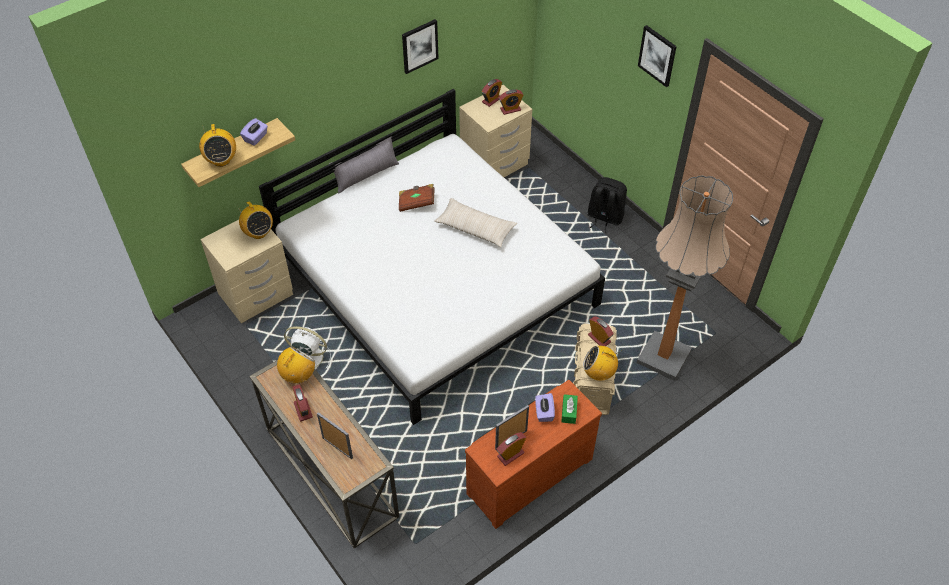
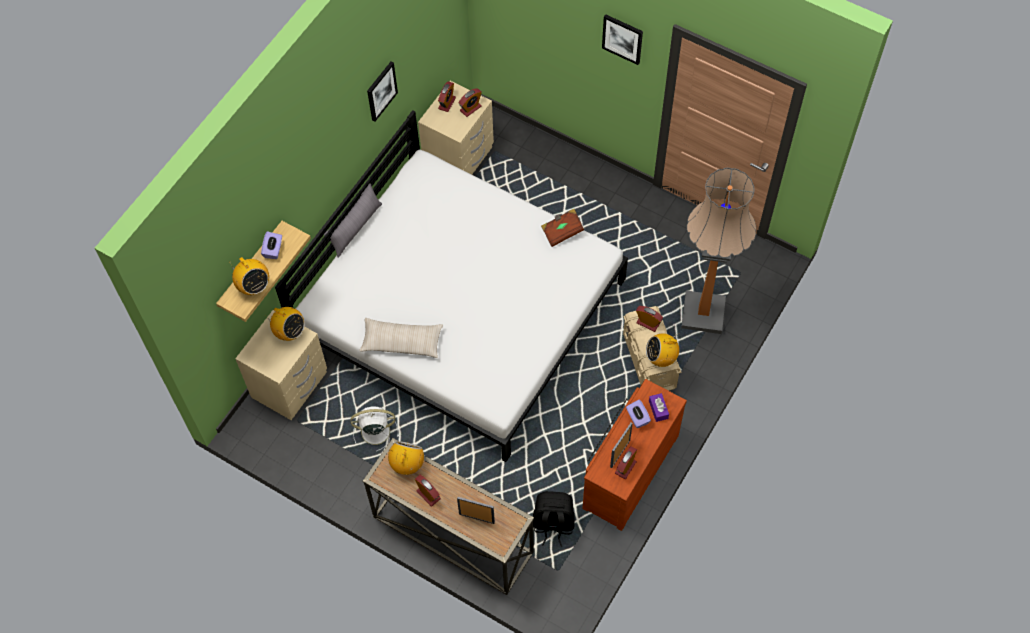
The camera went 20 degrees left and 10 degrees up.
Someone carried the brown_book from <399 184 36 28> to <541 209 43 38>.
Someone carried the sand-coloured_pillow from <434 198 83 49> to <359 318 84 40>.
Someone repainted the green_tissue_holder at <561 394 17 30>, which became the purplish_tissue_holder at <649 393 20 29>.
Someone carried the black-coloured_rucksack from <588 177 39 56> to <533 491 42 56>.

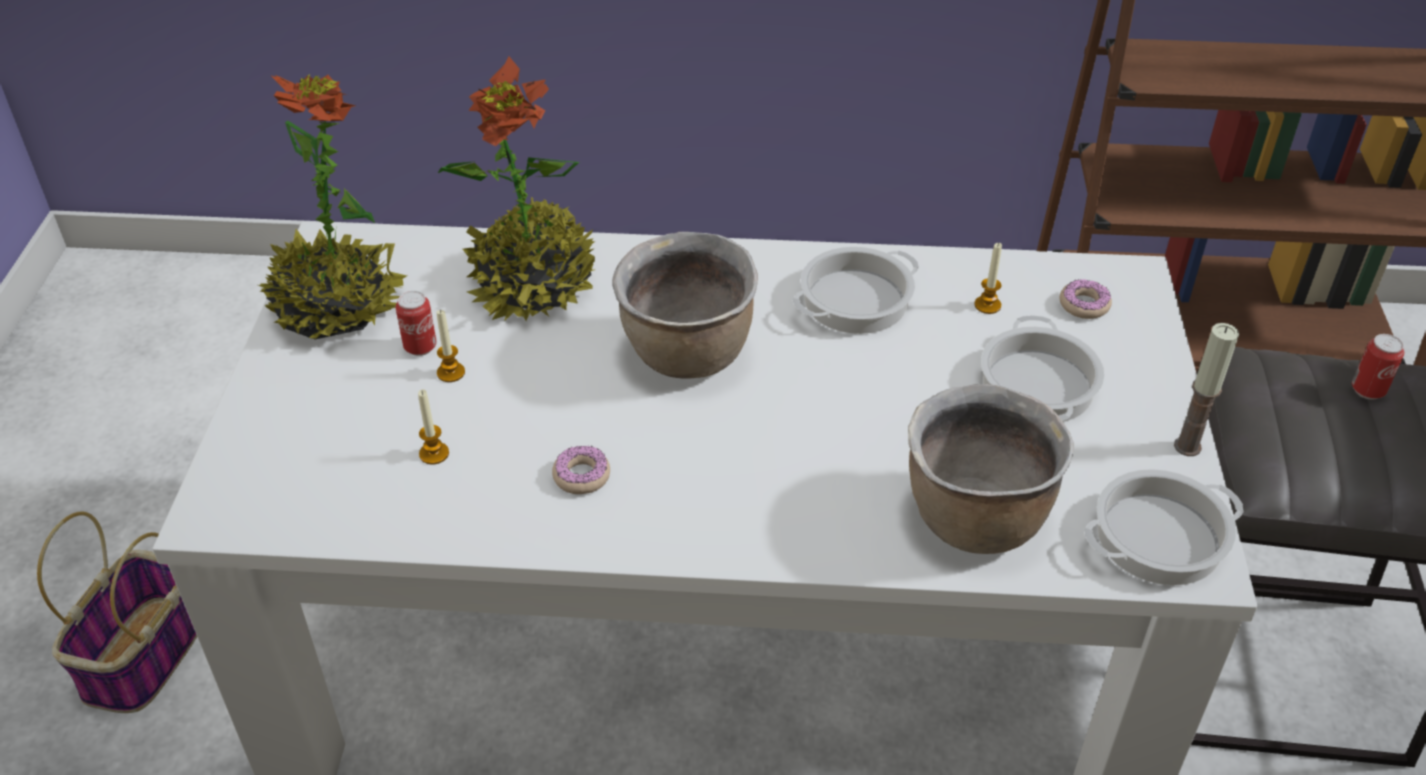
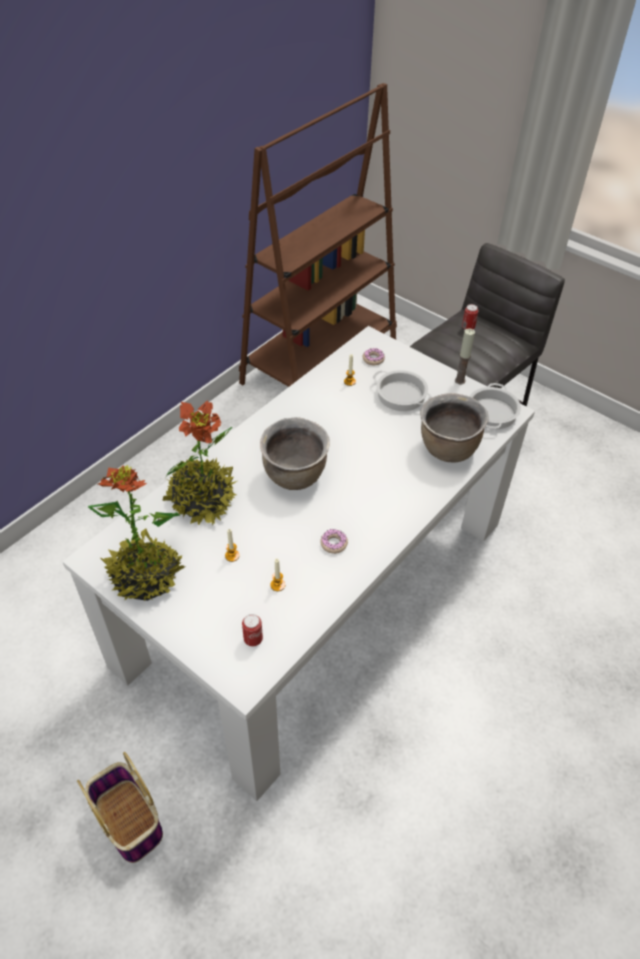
The camera went 55 degrees left and 5 degrees up.
Someone carried the sealed_can from <396 291 41 65> to <242 614 21 33>.
Someone took away the saucepot at <792 247 127 87>.

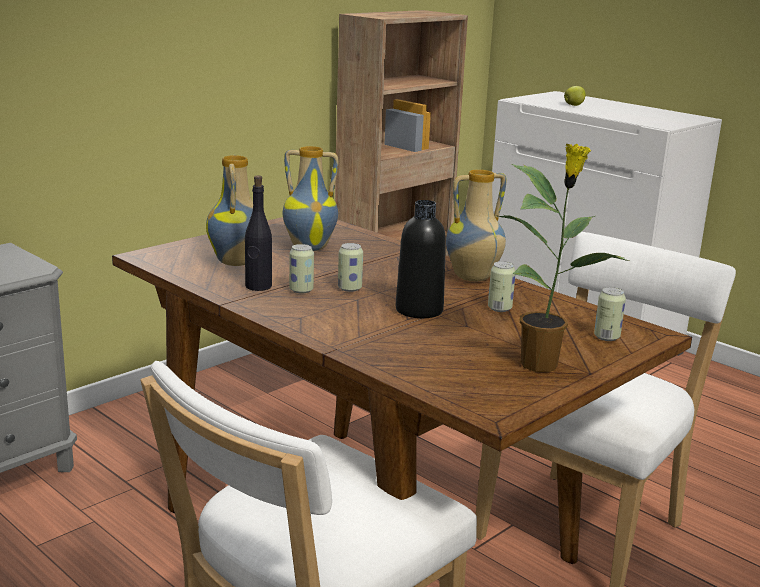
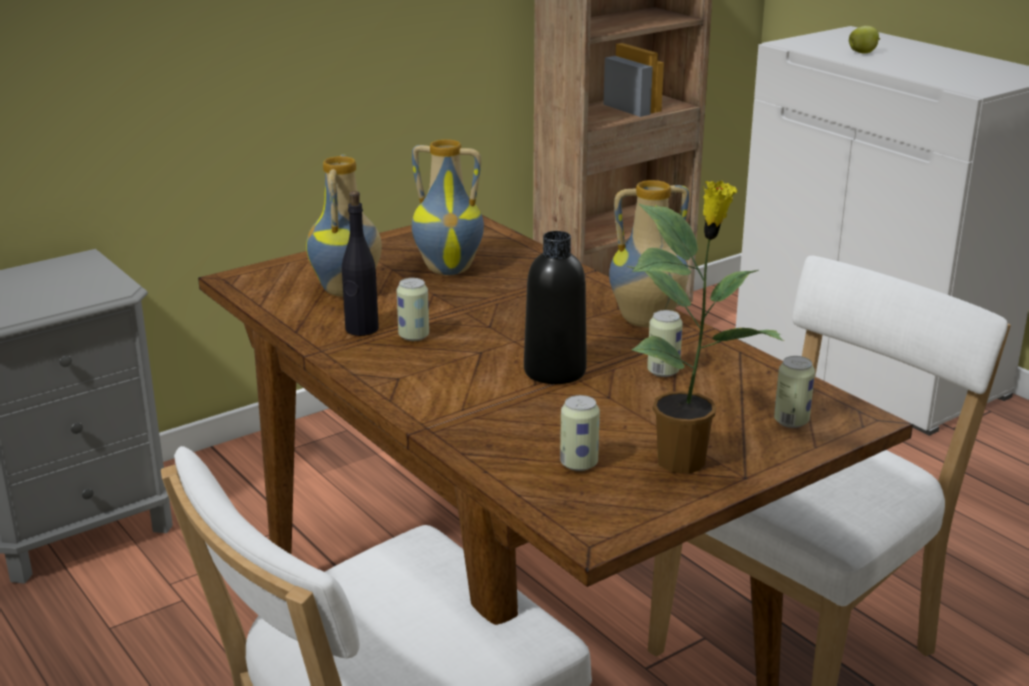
The camera went 10 degrees right and 5 degrees up.
Someone carried the sealed_can from <338 243 25 49> to <560 395 40 76>.

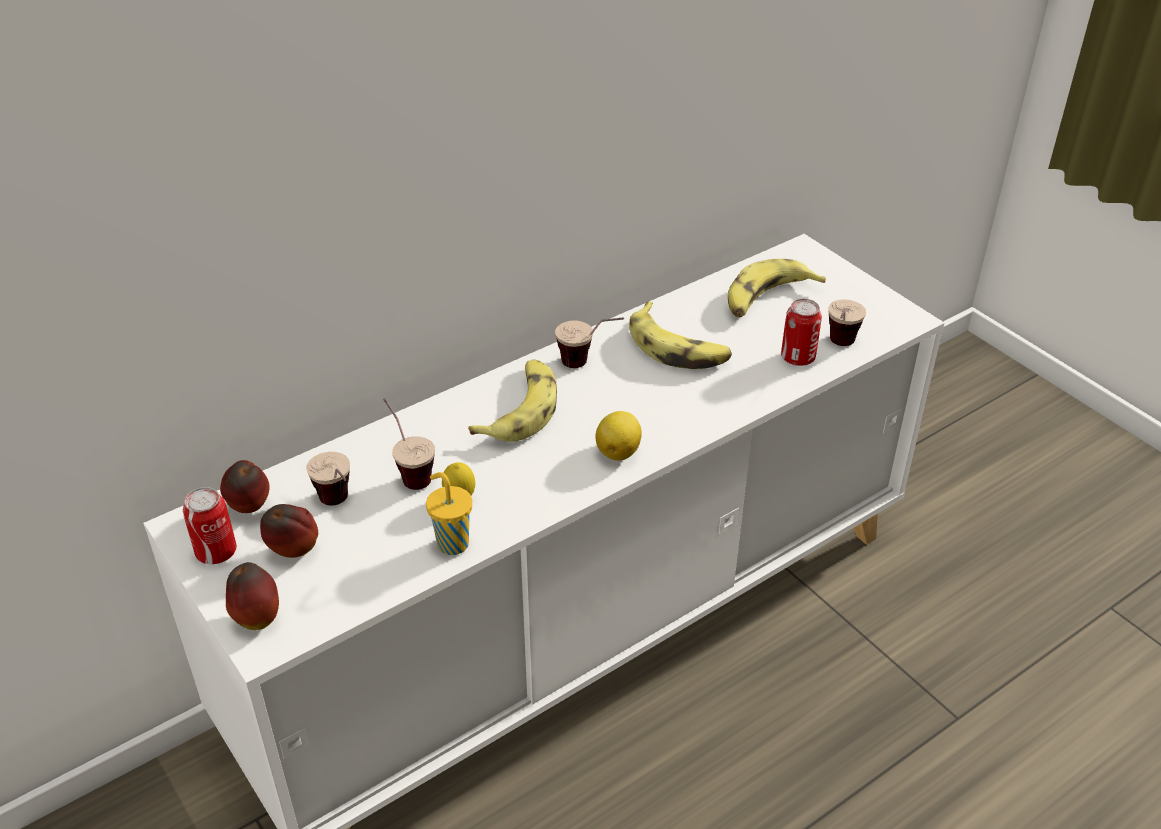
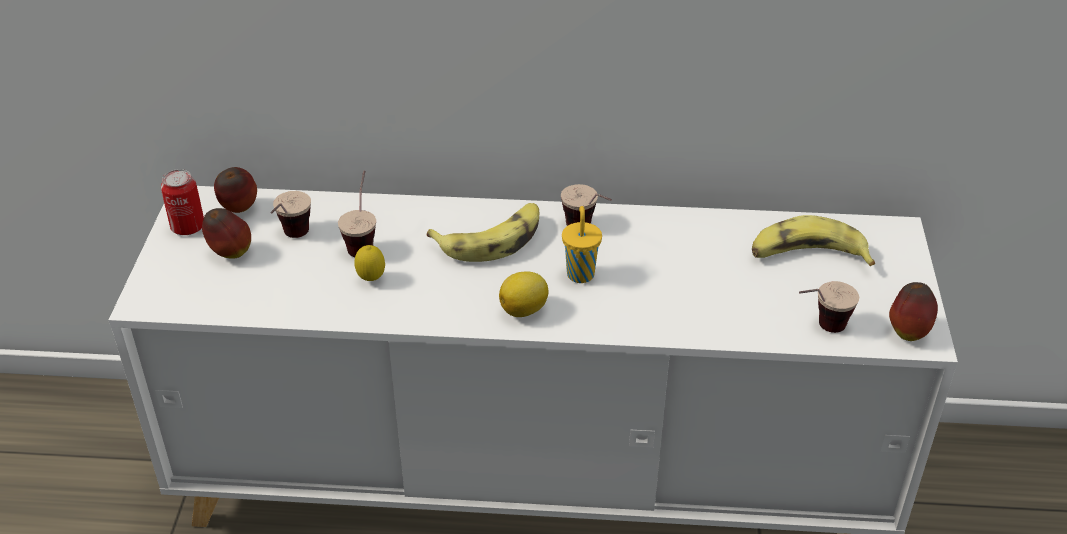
The camera went 40 degrees right and 0 degrees up.
Someone carried the apple_fruit from <226 562 53 68> to <889 282 49 59>.
Someone carried the yellowish_drinking_cup from <426 472 46 83> to <562 206 40 77>.
Someone took away the banana_fruit at <629 301 103 68>.
Someone took away the sealed_can at <781 299 41 67>.

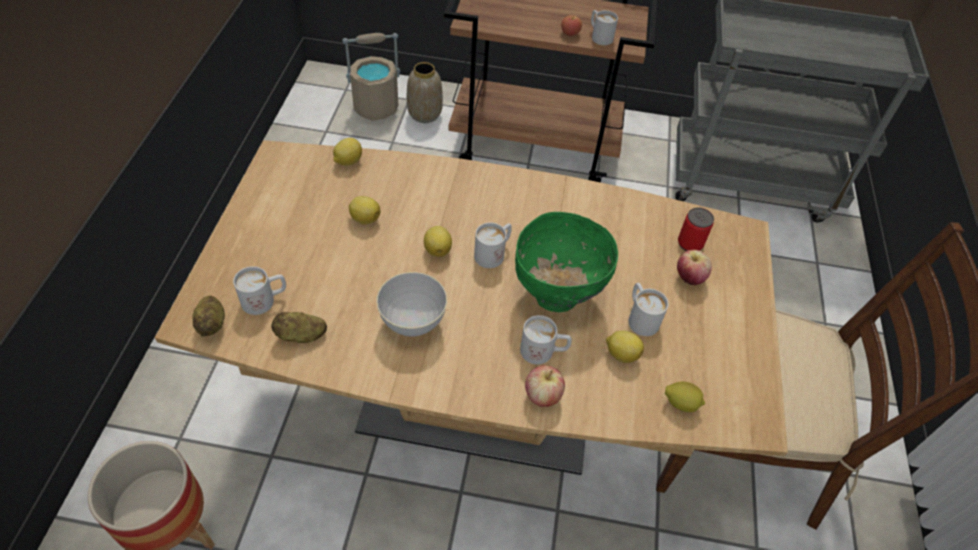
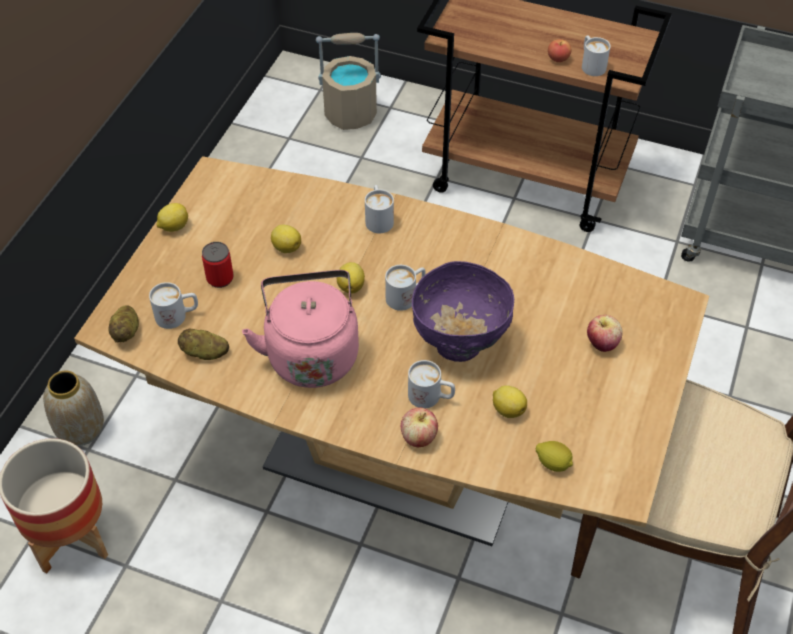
The camera went 15 degrees right and 0 degrees up.
Someone carried the lemon from <333 138 29 28> to <156 203 32 29>.
Someone swapped the grey_deep_dish at <376 272 71 64> for the pink_water_kettle at <242 270 117 118>.
Someone carried the vase from <407 62 36 61> to <43 370 61 76>.
Someone repainted the green_deep_dish at <515 212 103 100>, which became the purplish_deep_dish at <412 261 102 101>.
Someone carried the white_coffee_mug from <628 283 41 53> to <365 185 29 48>.
Someone carried the sealed_can from <678 207 36 44> to <202 242 31 46>.

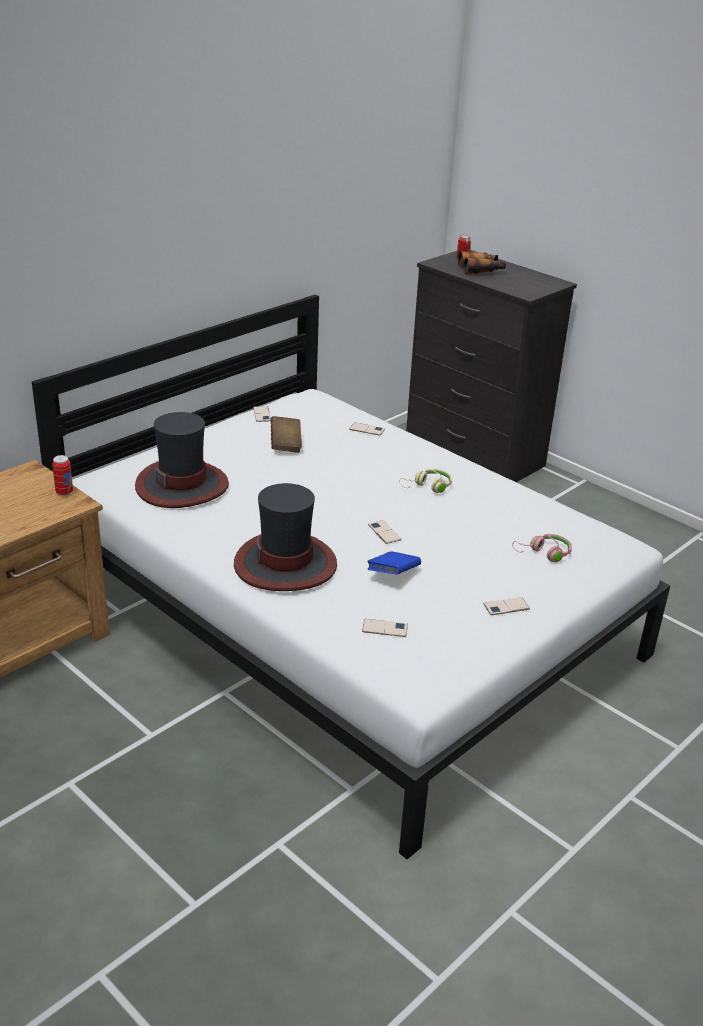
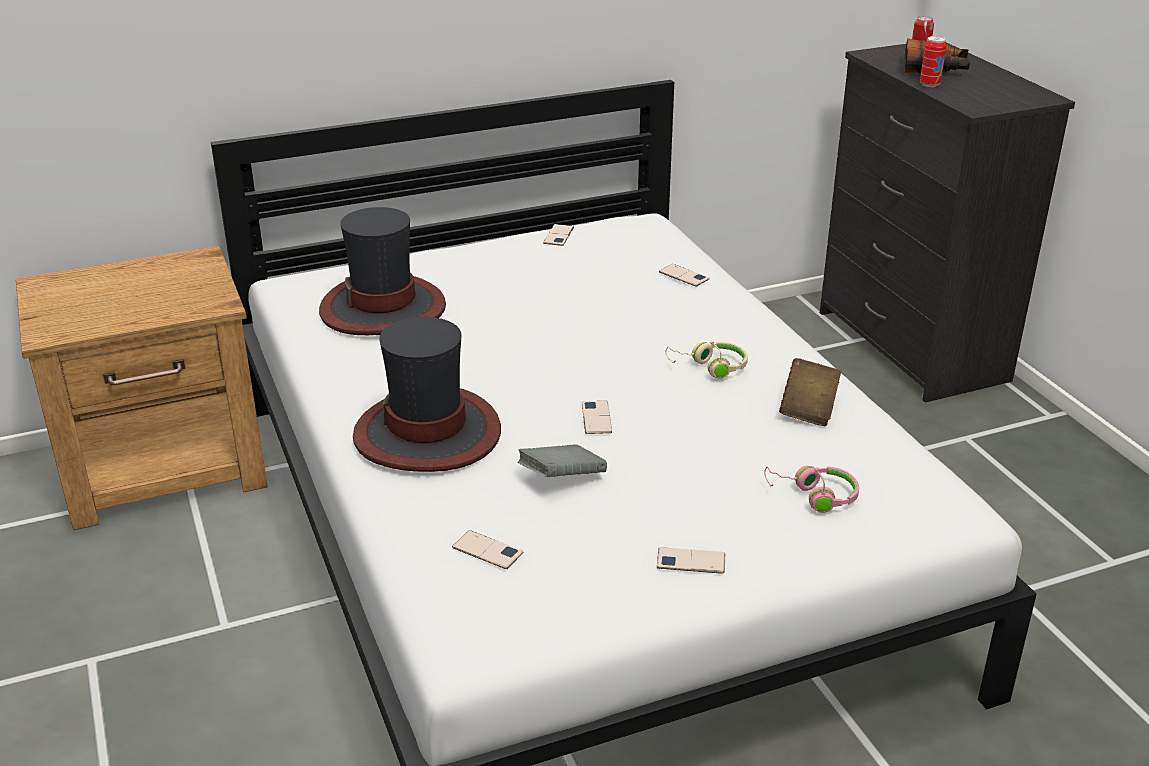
The camera went 25 degrees right and 0 degrees up.
Someone carried the sealed_can from <52 455 21 41> to <920 36 26 51>.
Someone carried the brown_book from <271 416 31 36> to <779 358 62 68>.
Someone repainted the bluish_book at <367 551 54 23>, which became the grey_book at <518 444 89 33>.

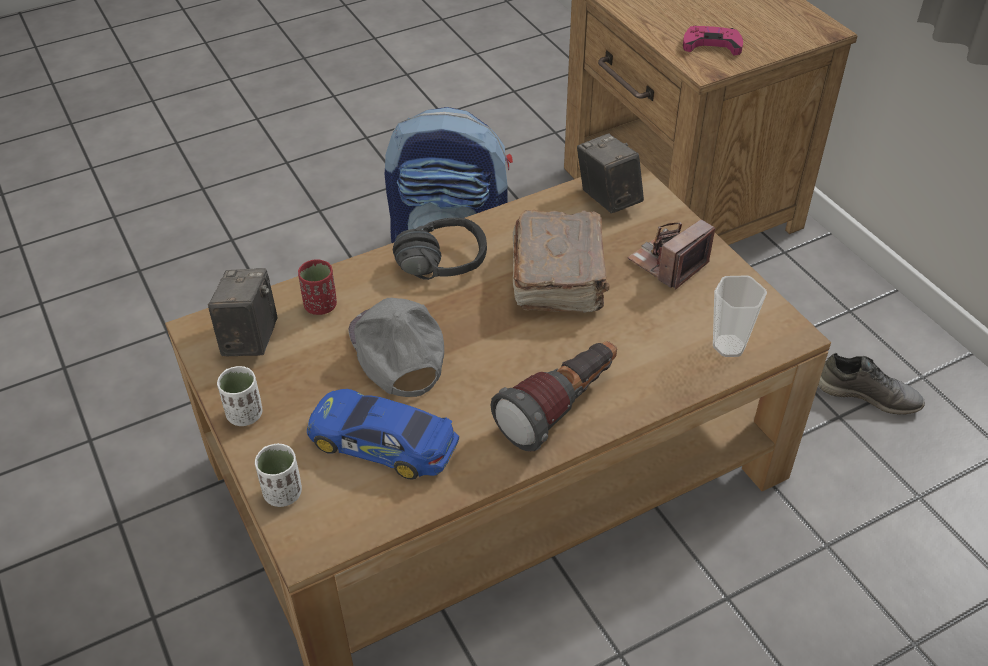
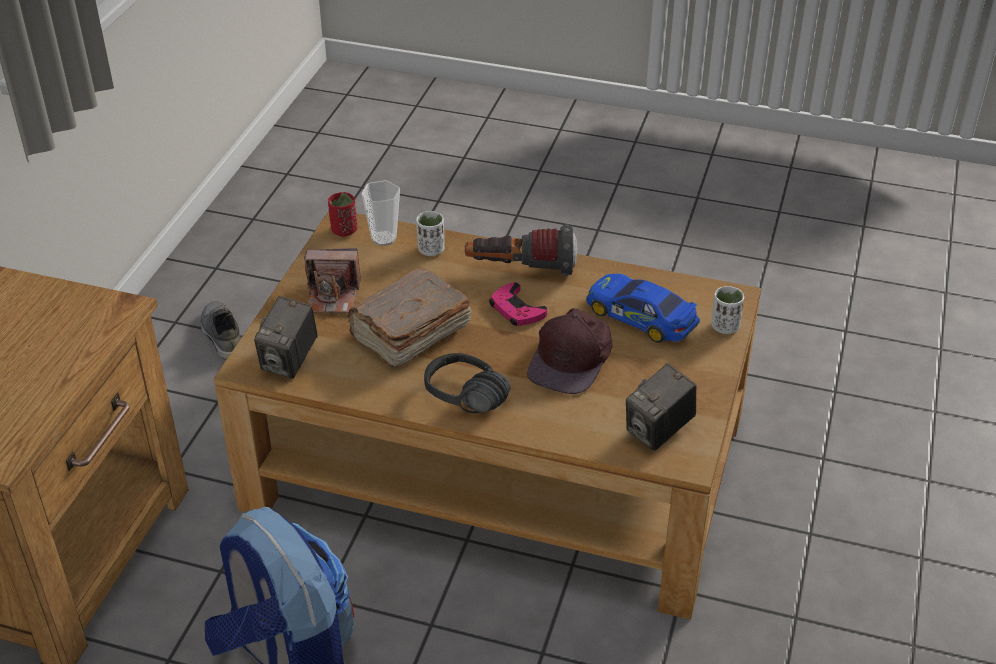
The camera went 135 degrees left and 5 degrees down.
Someone carried the white_drinking_cup from <217 366 45 60> to <416 211 29 45>.
Someone carried the red_drinking_cup from <298 259 39 56> to <328 192 29 45>.
Someone rotated the miniature_car at <307 389 152 91> by 150 degrees clockwise.
Someone repainted the grey_baseball_cap at <349 298 95 99>, which became the brown_baseball_cap at <527 308 85 86>.
Someone carried the pink_gamepad from <683 26 60 30> to <489 282 58 44>.

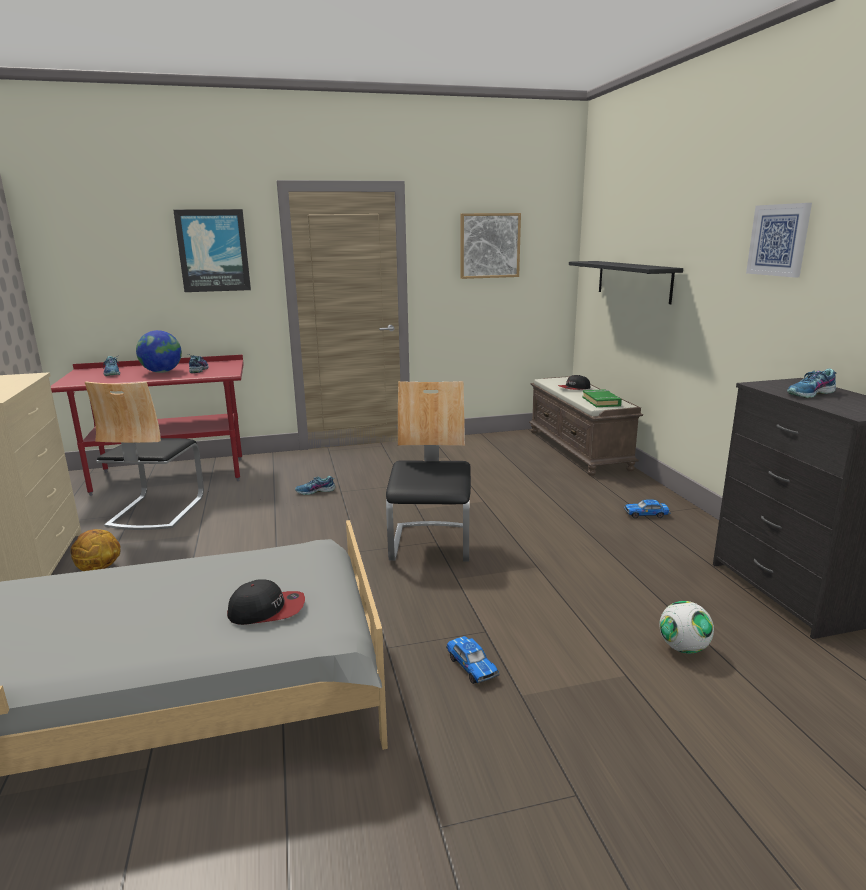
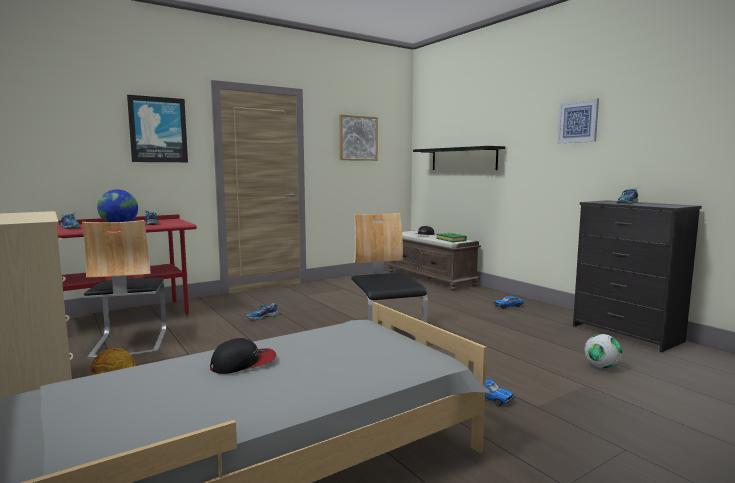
The camera went 20 degrees left and 10 degrees down.
Someone carried the baseball_cap from <227 579 78 46> to <210 338 66 36>.

